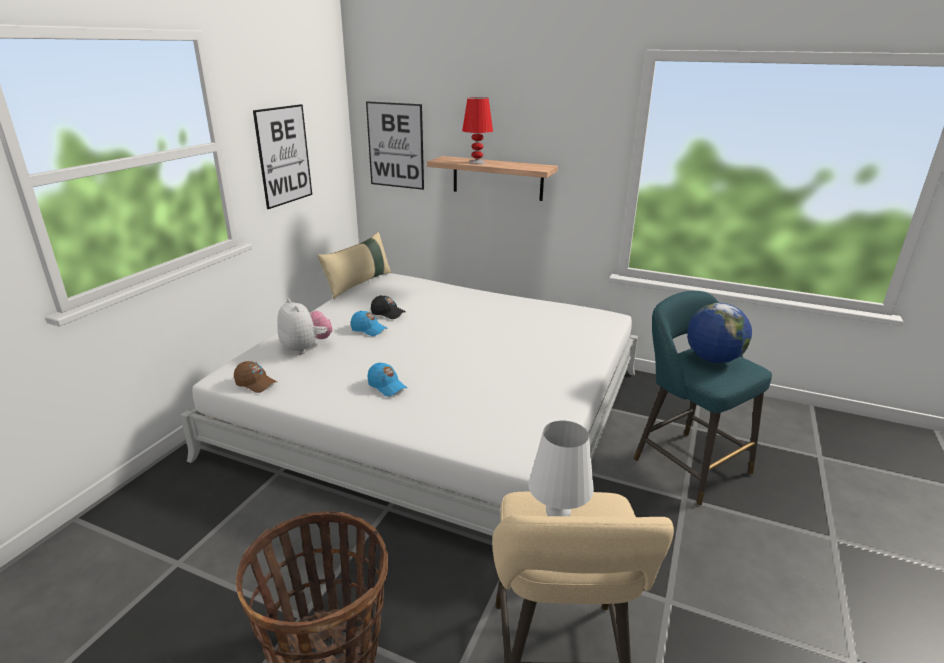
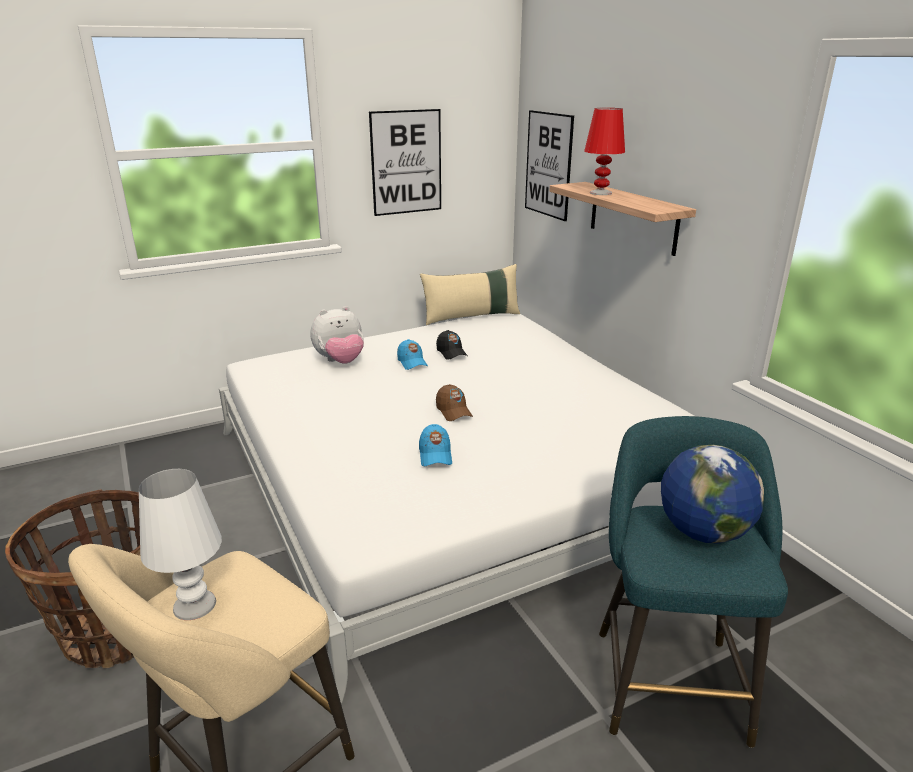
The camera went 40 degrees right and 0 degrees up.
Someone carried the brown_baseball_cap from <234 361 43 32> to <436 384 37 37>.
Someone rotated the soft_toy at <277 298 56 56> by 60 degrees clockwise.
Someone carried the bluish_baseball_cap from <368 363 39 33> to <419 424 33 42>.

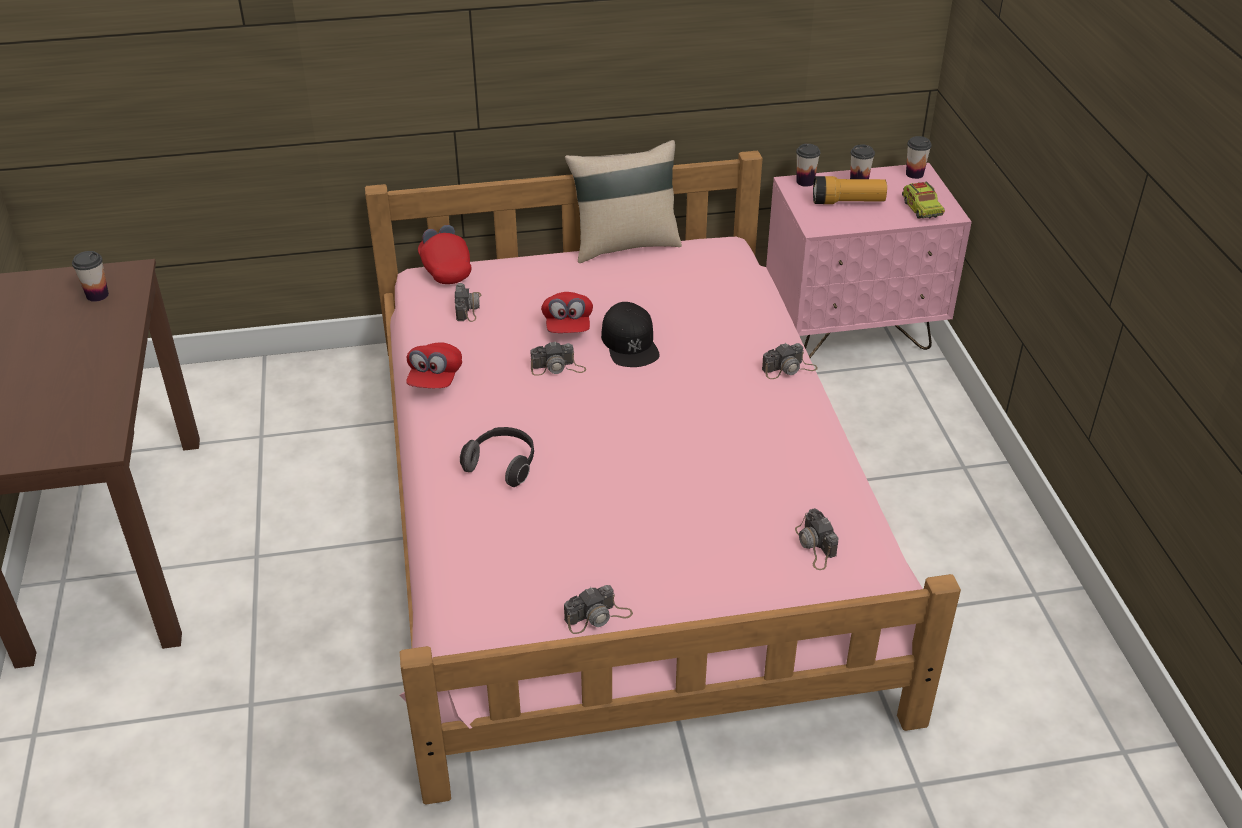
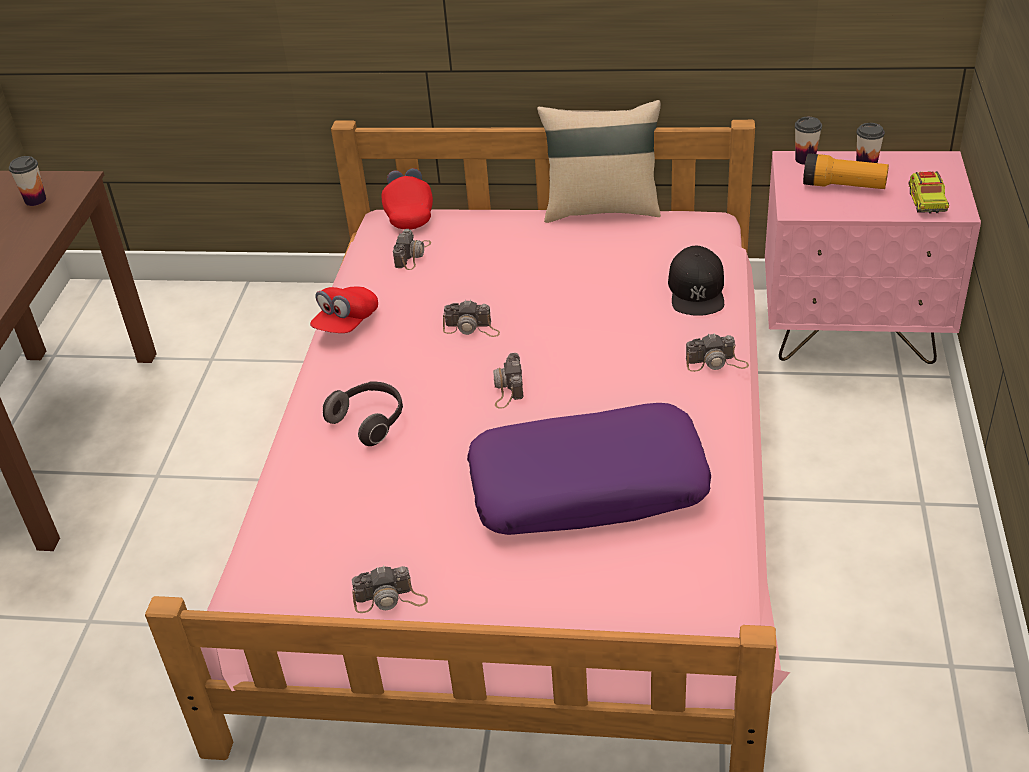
The camera went 20 degrees right and 0 degrees up.
Someone took away the red_baseball_cap at <541 292 52 41>.
Someone carried the black-coloured_baseball_cap from <601 302 59 65> to <668 246 56 70>.
Someone carried the photo_camera from <795 508 44 62> to <493 353 31 56>.
Someone took away the drinking_cup at <906 136 26 43>.
Someone put down the purplish_pillow at <467 403 244 132>.

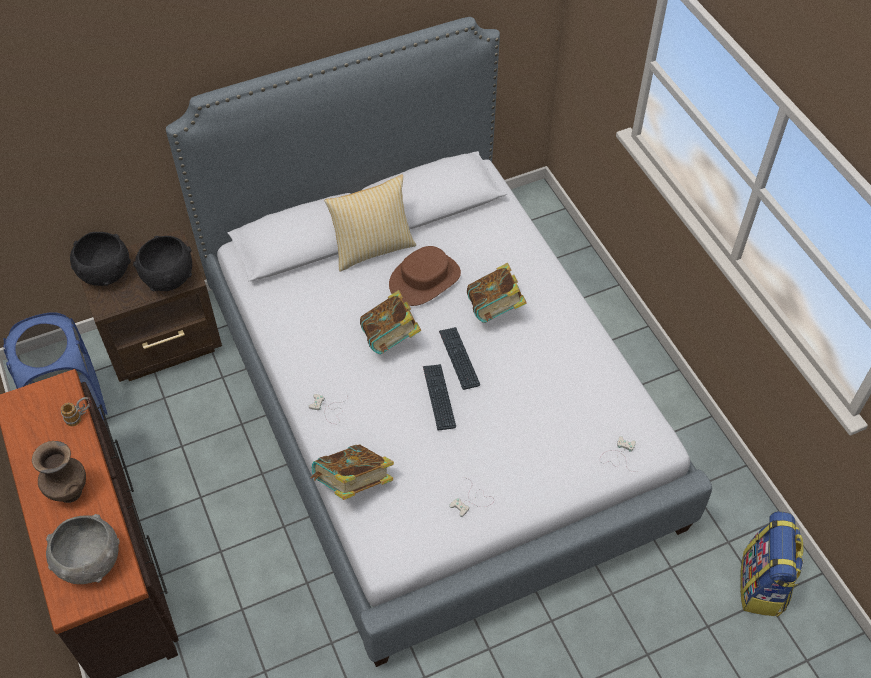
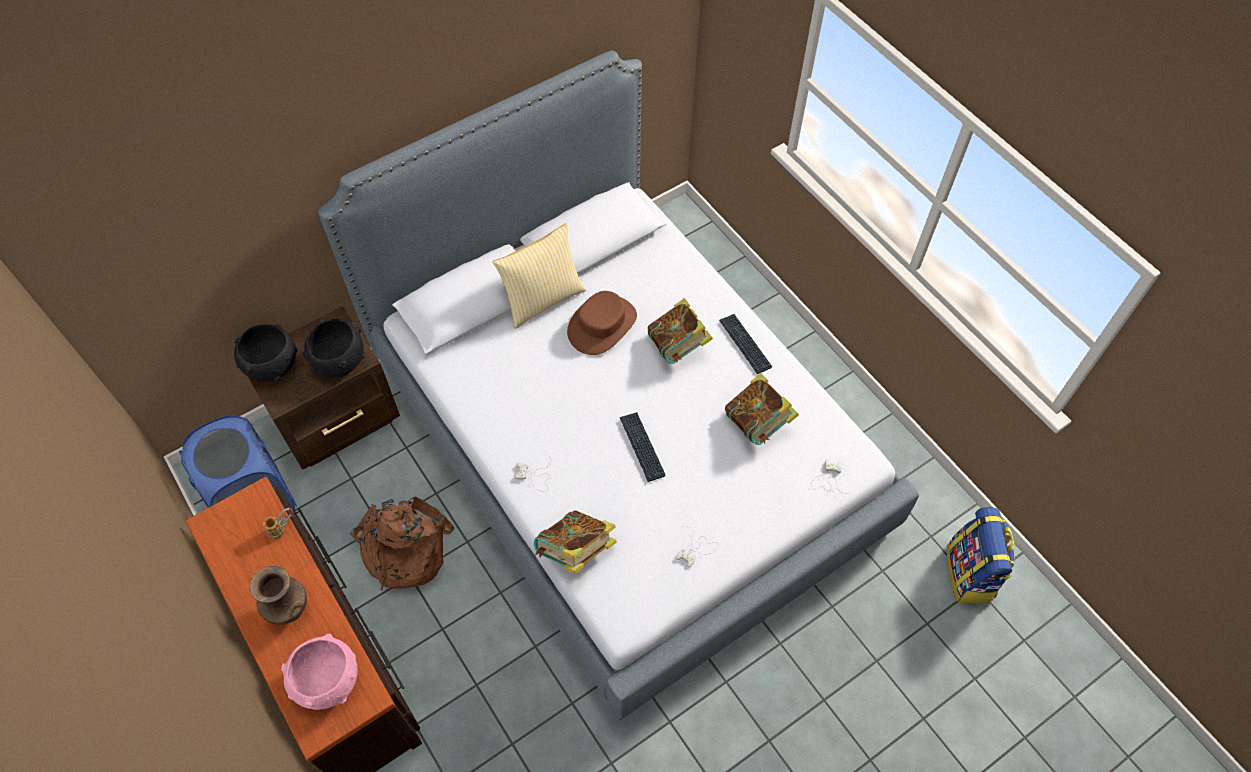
The camera went 10 degrees left and 5 degrees up.
Someone repainted the grey_deep_dish at <46 514 74 70>, which became the pink_deep_dish at <281 634 77 76>.
Someone carried the book from <360 290 61 64> to <725 373 74 72>.
Someone carried the computer_keyboard from <439 327 41 63> to <719 314 53 60>.
Someone put down the brown_rucksack at <350 497 104 94>.

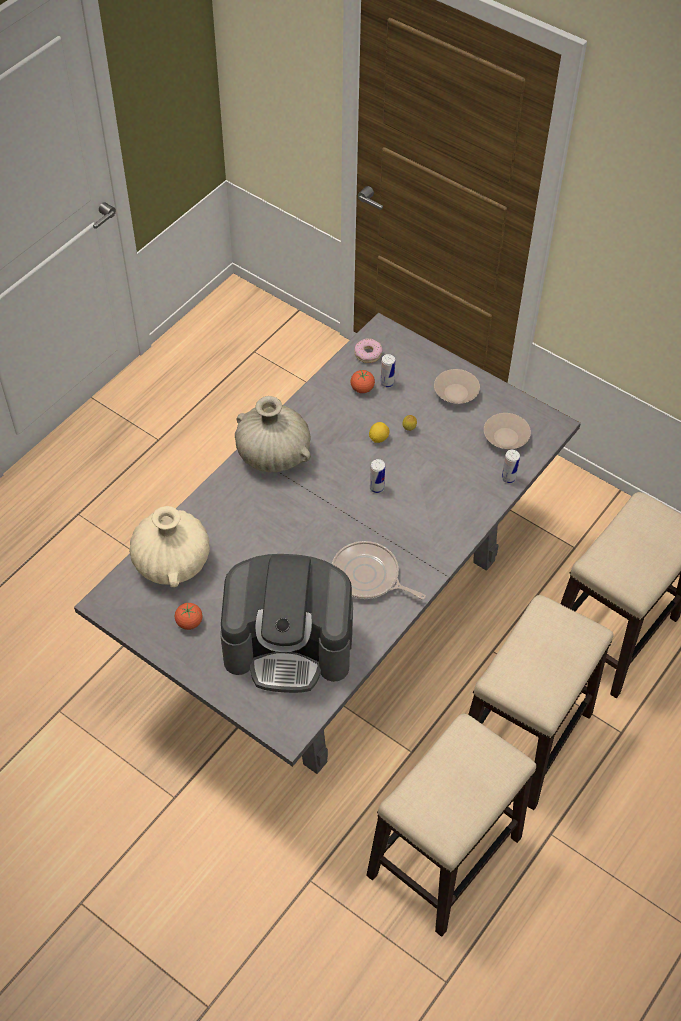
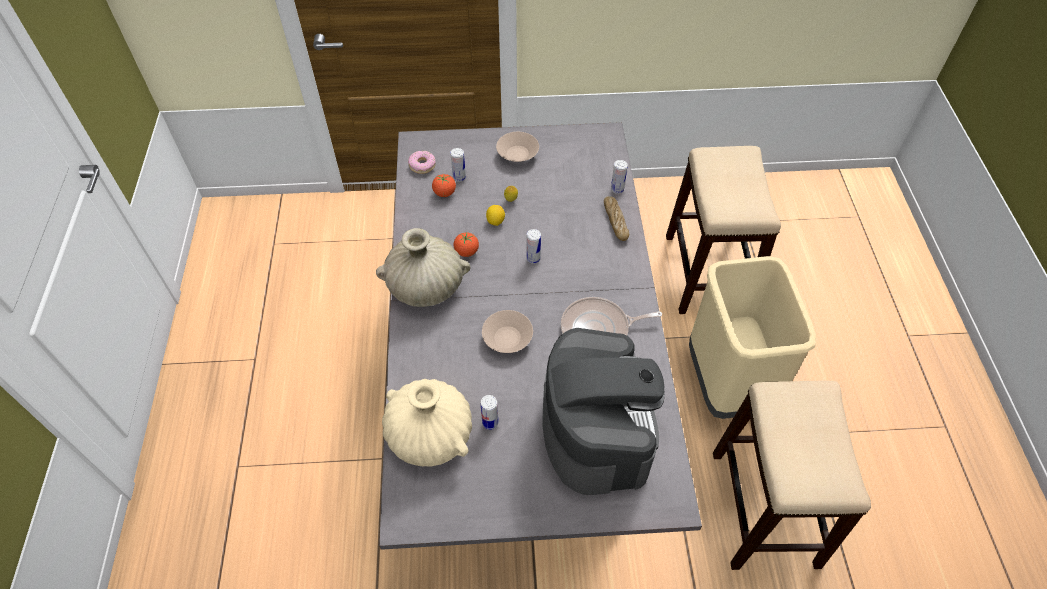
The camera went 40 degrees left and 0 degrees up.
Someone carried the fresh_tomato from <175 603 27 27> to <454 232 25 25>.
Someone rotated the coffee_maker at <220 554 133 139> by 60 degrees counterclockwise.
Someone swapped the stool_seat at <468 595 146 215> for the sand-coloured_trash_can at <689 256 127 163>.
Someone carried the sand-coloured_deep_dish from <484 413 47 36> to <482 310 51 43>.
Someone put down the sealed_can at <481 395 18 35>.
Someone put down the baked_bread at <604 196 25 45>.

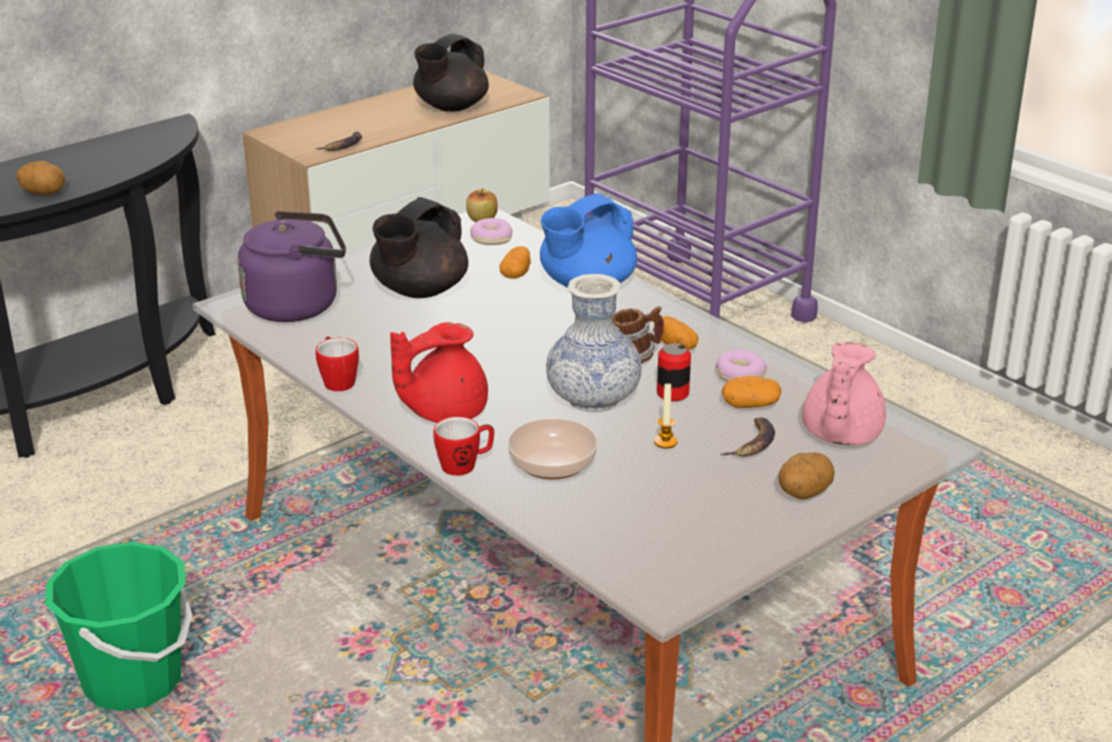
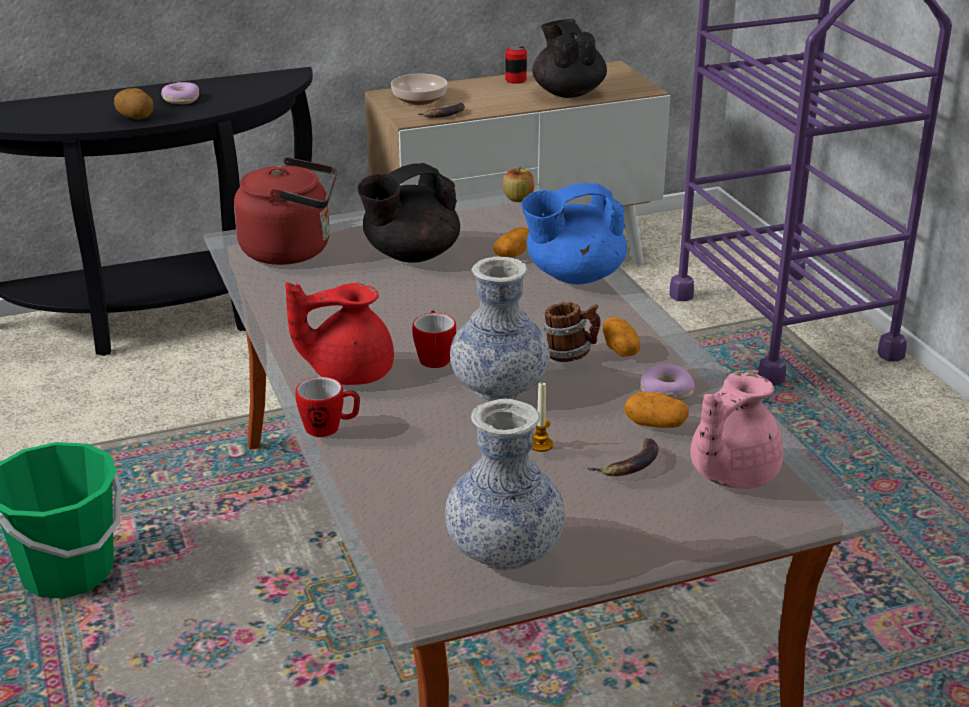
The camera went 20 degrees right and 0 degrees up.
Someone repainted the purplish_water_kettle at <238 211 108 111>, which became the red_water_kettle at <234 157 103 108>.
Someone carried the coffee_mug from <316 336 43 55> to <412 310 44 58>.
Someone rotated the black-coloured_pot_for_tea at <413 34 76 78> by 105 degrees clockwise.
Someone carried the donut from <470 218 43 27> to <161 82 38 22>.
Someone carried the deep_dish from <508 418 90 61> to <391 74 56 31>.
Someone carried the sealed_can from <657 343 34 58> to <505 45 22 39>.
Someone took away the spud at <778 453 56 46>.
Someone put down the vase at <445 398 120 172>.

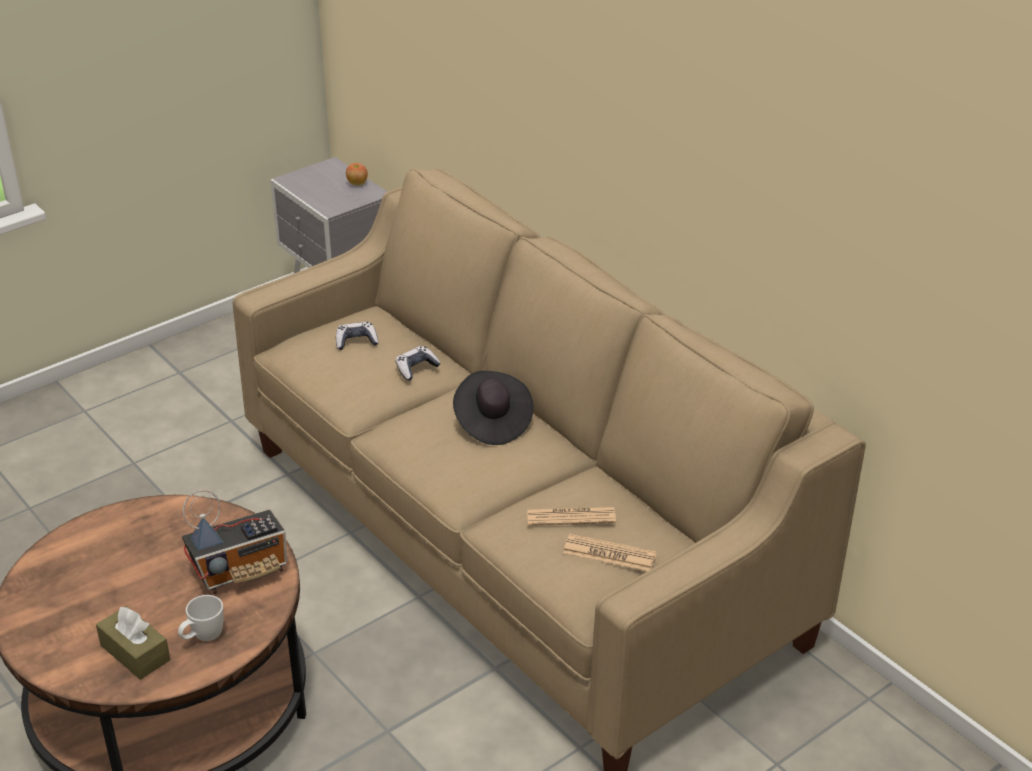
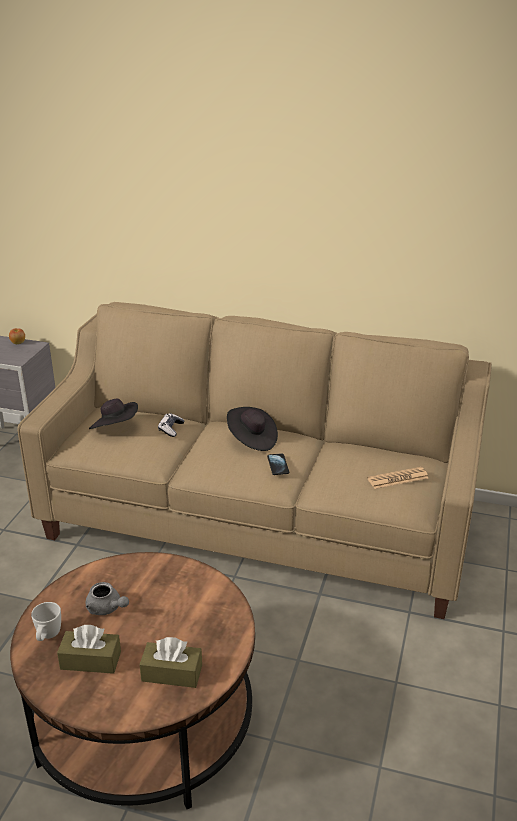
The camera went 35 degrees left and 5 degrees down.
Someone carried the white_coffee_mug from <178 595 46 46> to <31 602 30 39>.
Someone took away the radio_set at <182 490 105 104>.
Someone swapped the gamepad at <336 322 43 28> for the black-coloured_hat at <89 399 49 30>.
Someone took away the newspaper at <527 507 89 19>.
Someone put down the brown_tissue_holder at <57 625 64 49>.
Someone put down the grey_pot_for_tea at <85 582 44 33>.
Someone put down the telephone at <267 453 22 22>.

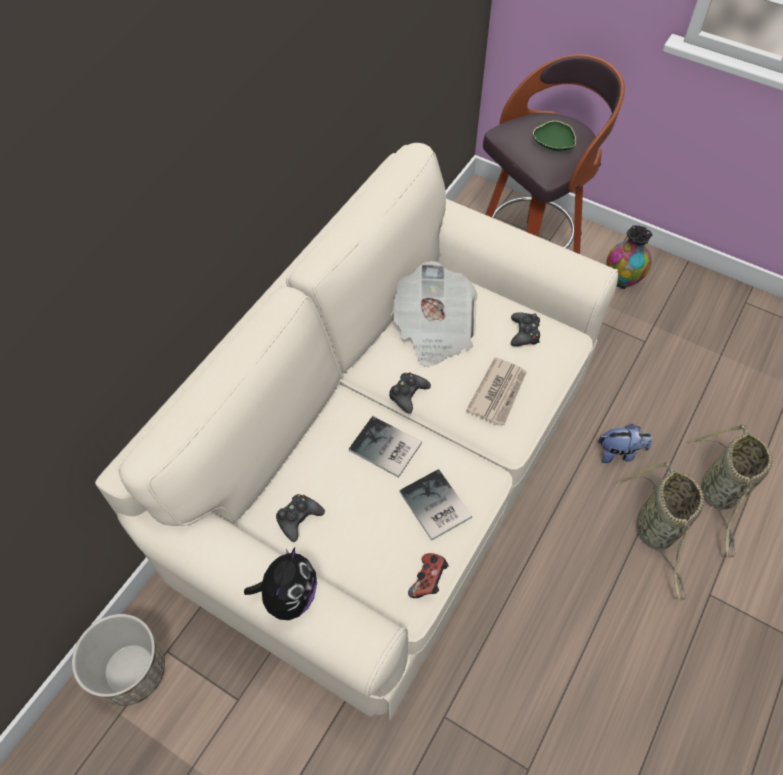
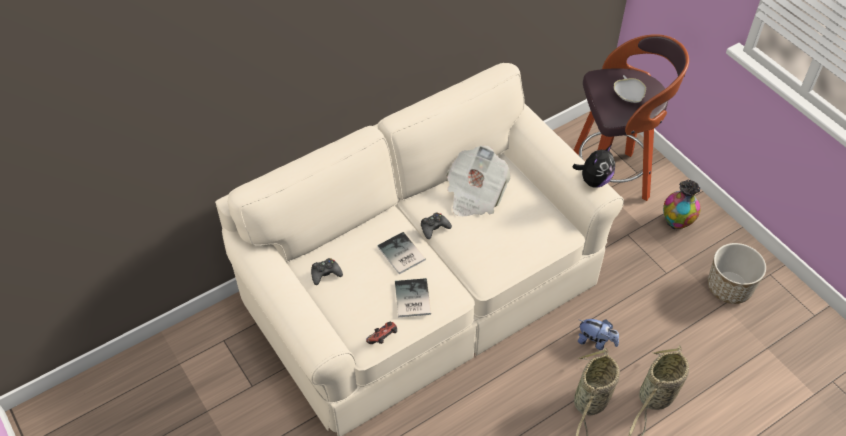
The camera went 25 degrees right and 5 degrees down.
Someone carried the plant_pot from <72 614 93 92> to <708 243 58 61>.
Someone carried the soft_toy from <244 548 73 72> to <573 145 42 43>.
Someone took away the newspaper at <466 357 61 68>.
Someone took away the black-coloured_gamepad at <511 312 29 34>.
Someone repainted the green_deep_dish at <533 121 43 30>, which became the white_deep_dish at <614 75 32 28>.

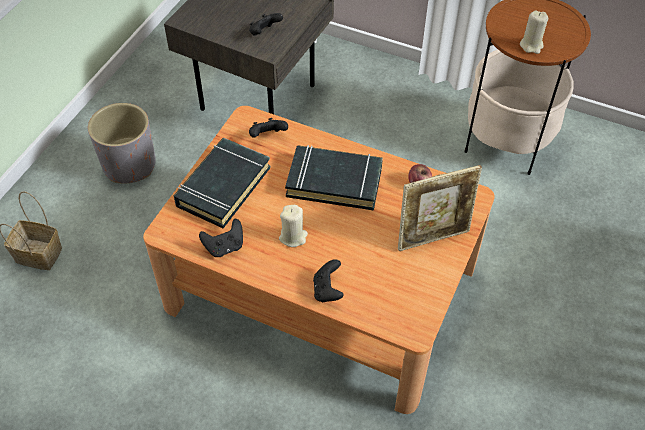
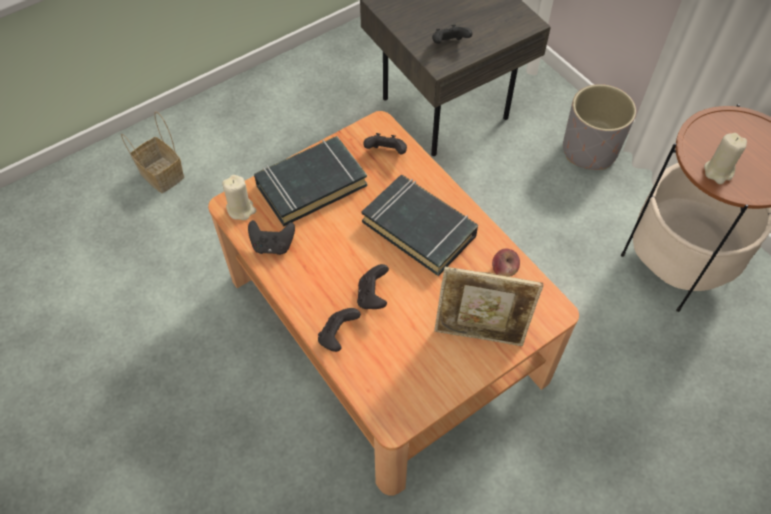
The camera went 30 degrees right and 5 degrees up.
Someone carried the grey_plant_pot from <88 103 68 80> to <563 84 73 86>.
Someone carried the sand-coloured_wax_light from <279 205 29 42> to <222 175 34 45>.
Someone put down the black-coloured_gamepad at <357 264 32 45>.

